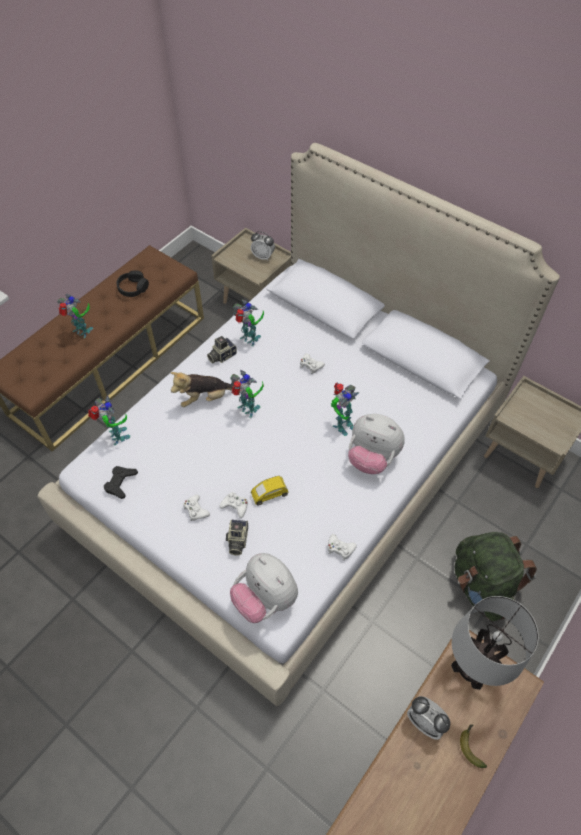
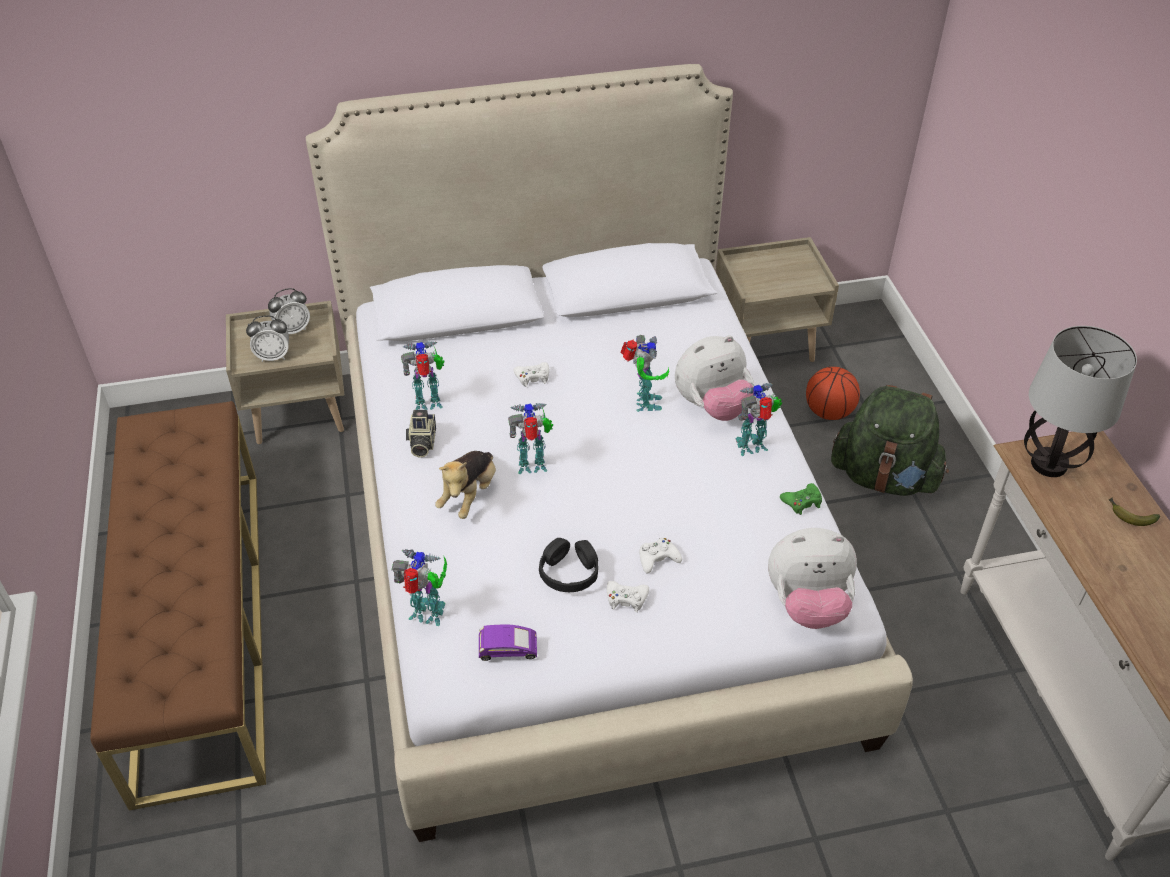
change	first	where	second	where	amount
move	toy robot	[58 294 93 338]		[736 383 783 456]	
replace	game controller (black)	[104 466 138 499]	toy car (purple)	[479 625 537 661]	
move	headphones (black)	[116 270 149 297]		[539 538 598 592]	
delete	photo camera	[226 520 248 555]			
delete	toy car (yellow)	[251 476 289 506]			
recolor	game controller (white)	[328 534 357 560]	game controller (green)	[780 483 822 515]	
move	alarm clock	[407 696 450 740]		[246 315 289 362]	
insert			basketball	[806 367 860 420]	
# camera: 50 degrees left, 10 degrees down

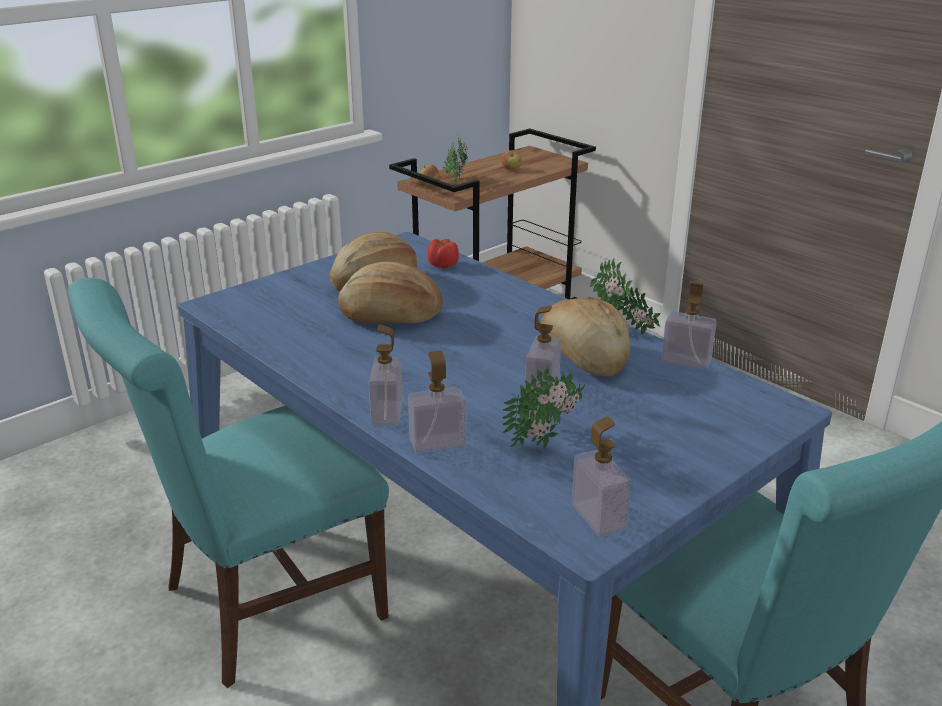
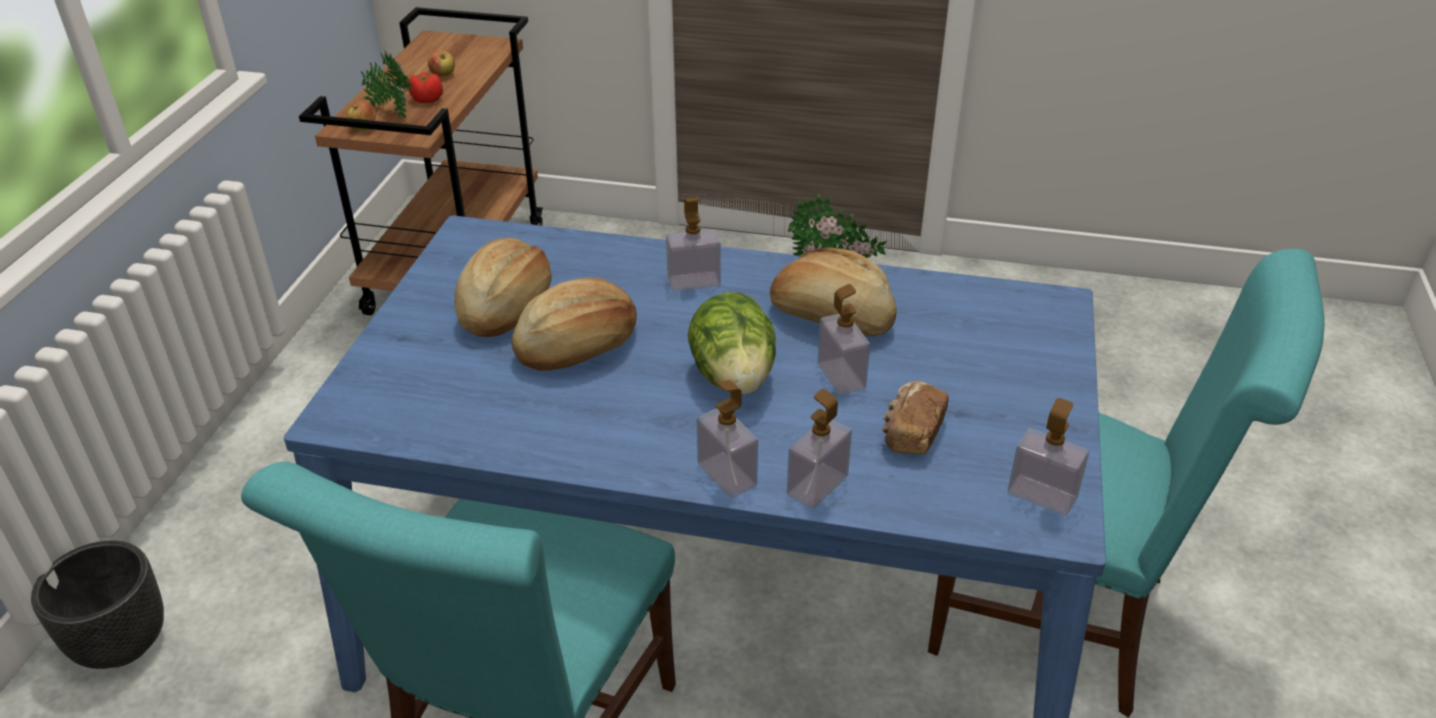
change	first	where	second	where	amount
move	tomato	[428 239 459 268]		[408 72 443 103]	
replace	potted plant	[502 365 585 448]	bread	[882 381 949 455]	
move	soap dispenser	[661 281 717 371]		[666 197 721 291]	
insert			planter (black)	[31 540 164 669]	
insert			lettuce	[688 292 776 395]	
# camera: 35 degrees left, 10 degrees up

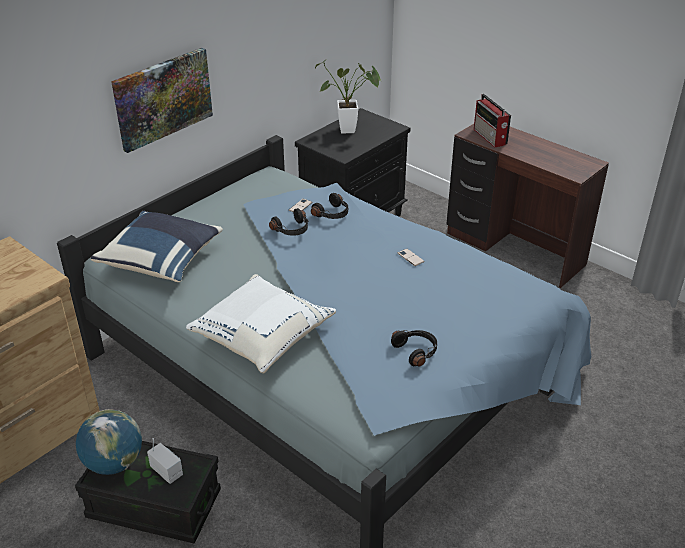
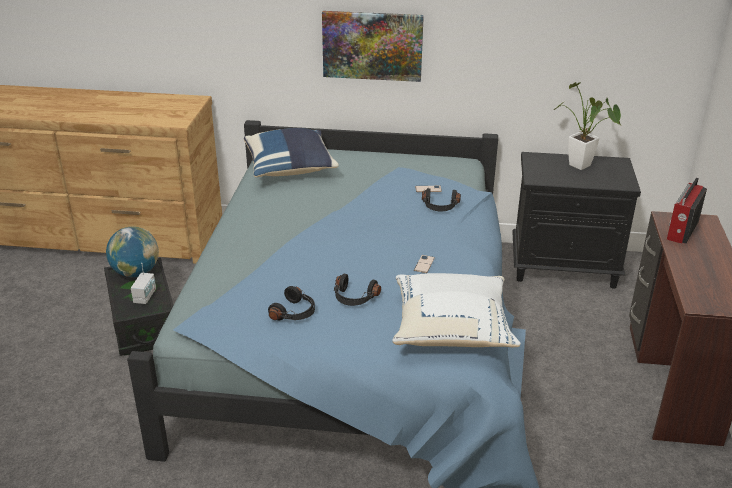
change	first	where	second	where	amount
move	pillow (white)	[186 274 336 373]		[392 273 521 348]	
move	headphones (black)	[269 208 309 236]		[334 274 381 306]	
# camera: 55 degrees right, 5 degrees down

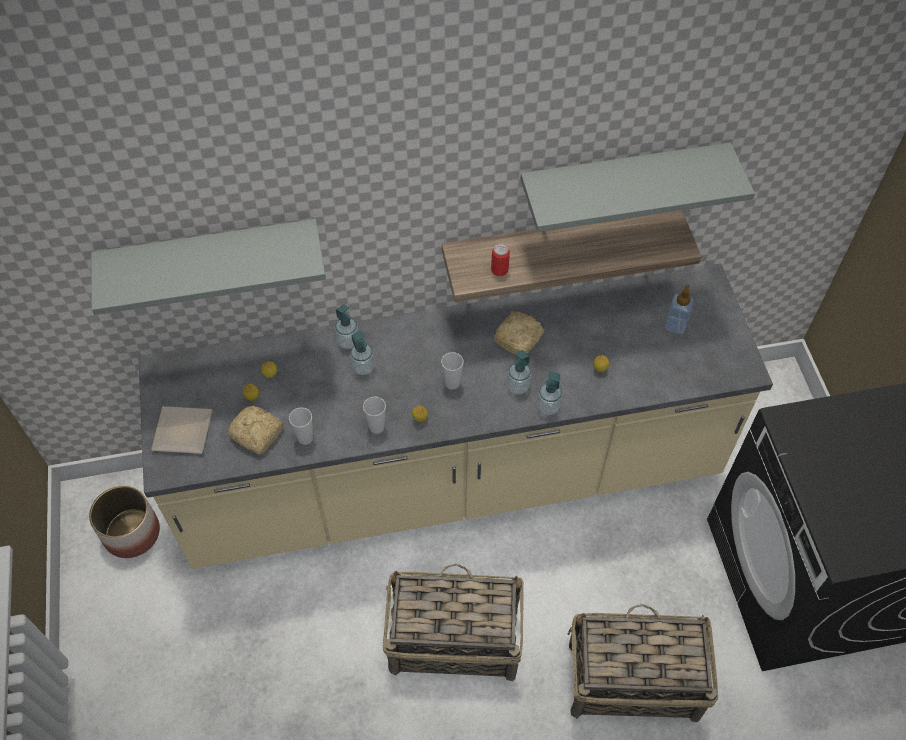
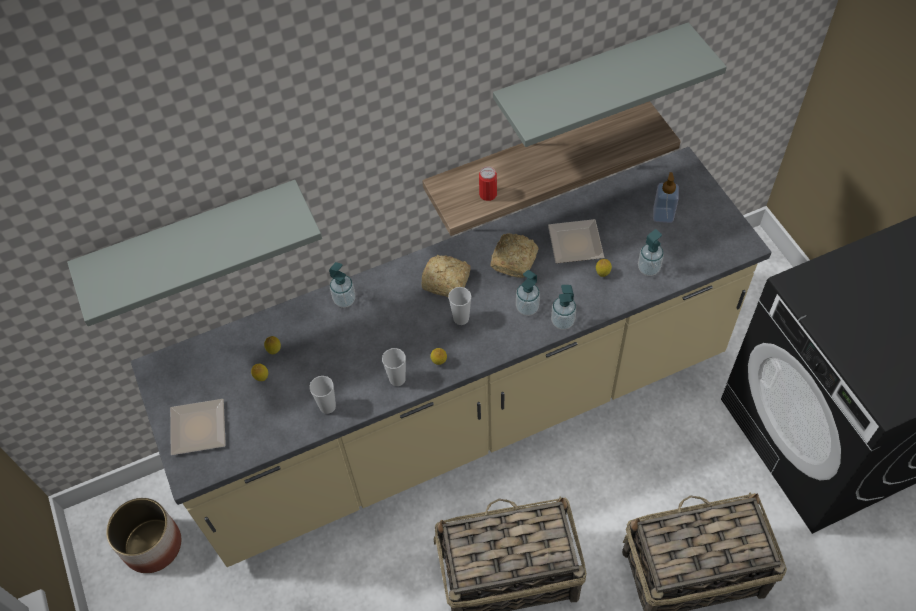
change	first	where	second	where	amount
move	bread	[228 405 284 455]		[421 255 471 297]	
move	soap dispenser	[350 330 375 375]		[638 229 664 276]	
insert			plate	[548 219 604 263]	
# camera: 10 degrees left, 0 degrees up

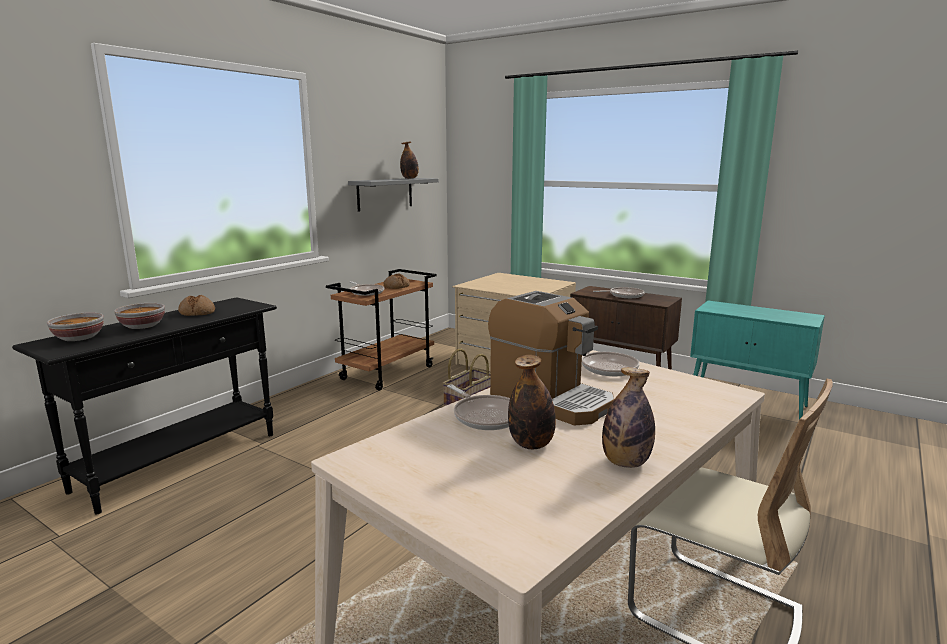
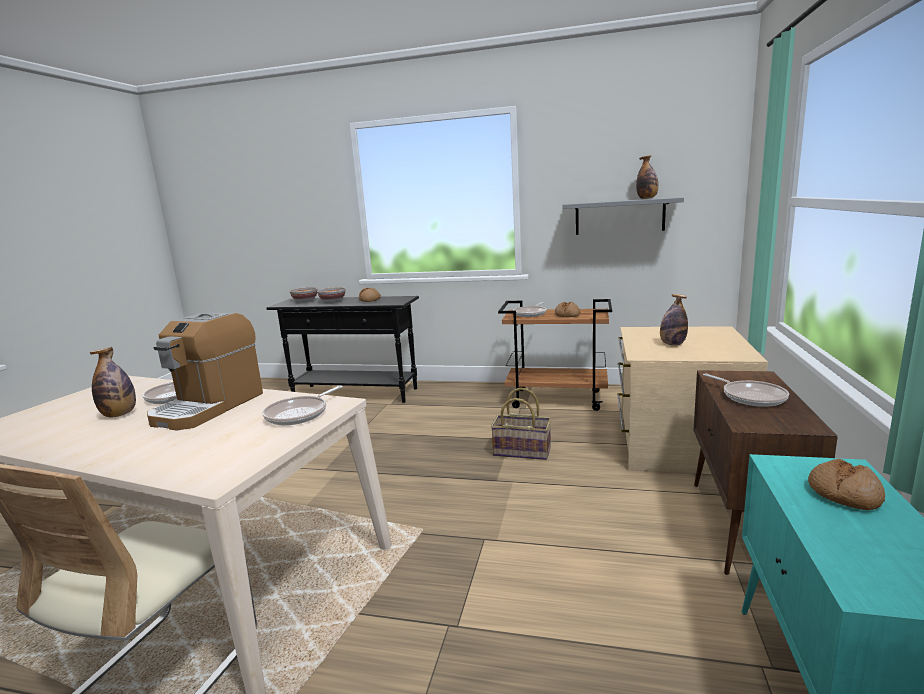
change	first	where	second	where	amount
move	bottle	[602 367 655 468]		[660 294 688 346]	
insert			bread	[808 459 885 510]	
# camera: 70 degrees right, 0 degrees up

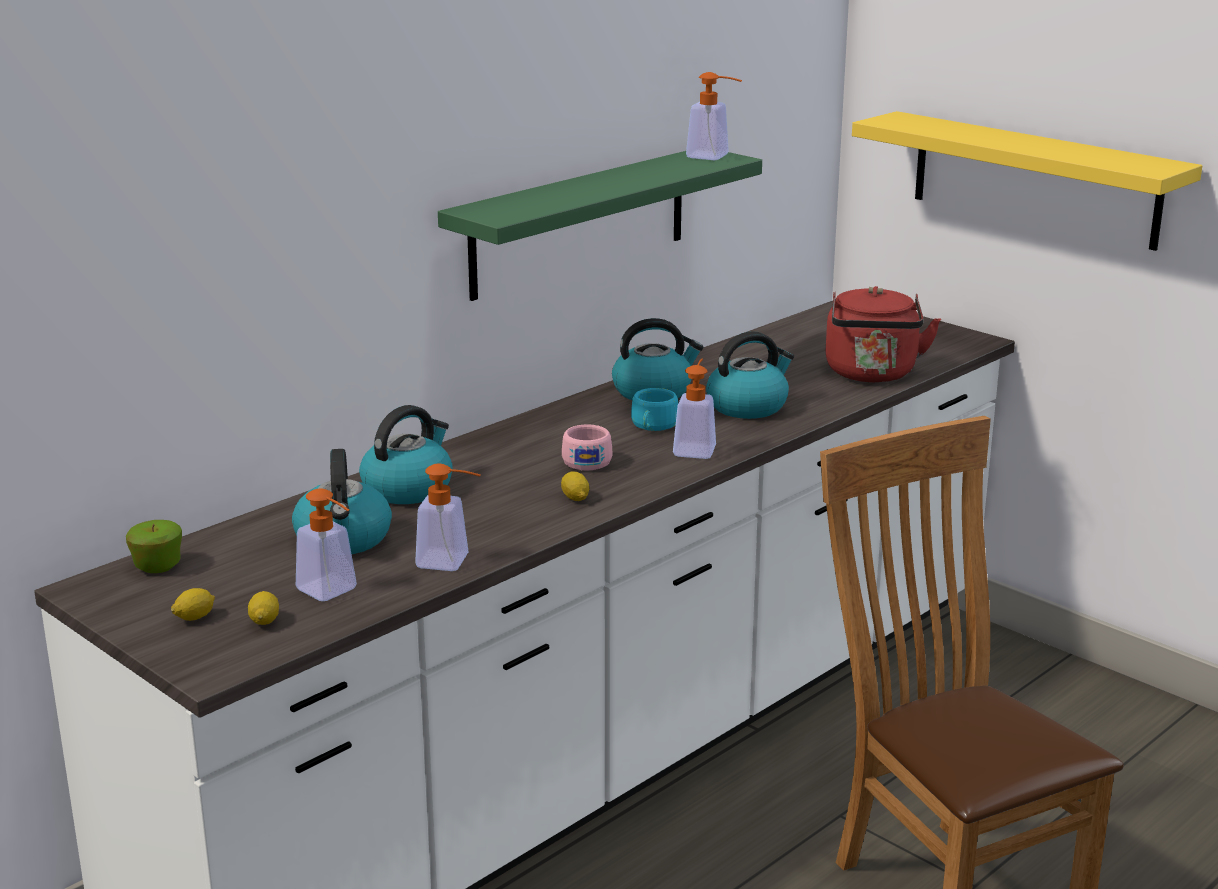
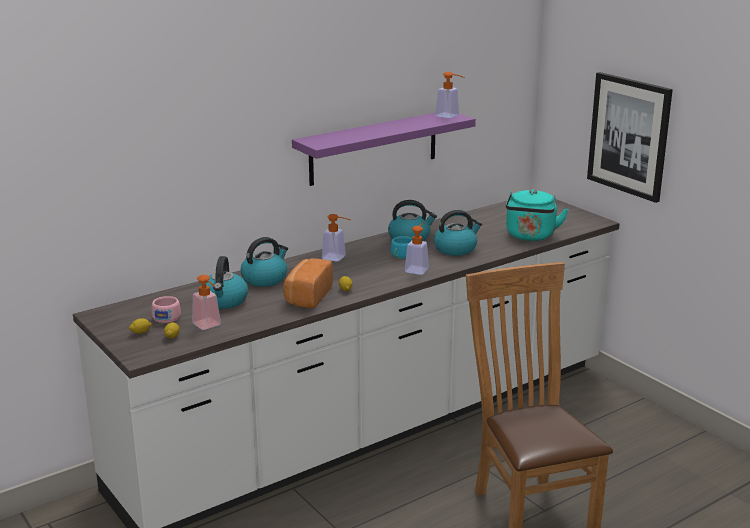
change	first	where	second	where	amount
delete	apple	[126 520 182 573]			
move	soap dispenser	[415 464 481 571]		[322 214 351 262]	
recolor	shelf (green)	[438 151 762 301]	shelf (purple)	[292 113 476 186]	
move	cup (pink)	[562 424 612 470]		[152 296 181 323]	
recolor	kettle (red)	[826 286 941 382]	kettle (turquoise)	[506 189 568 241]	
replace	shelf (yellow)	[852 111 1202 251]	picture	[587 72 673 203]	
insert			bread	[283 259 333 308]	
# camera: 10 degrees right, 0 degrees up

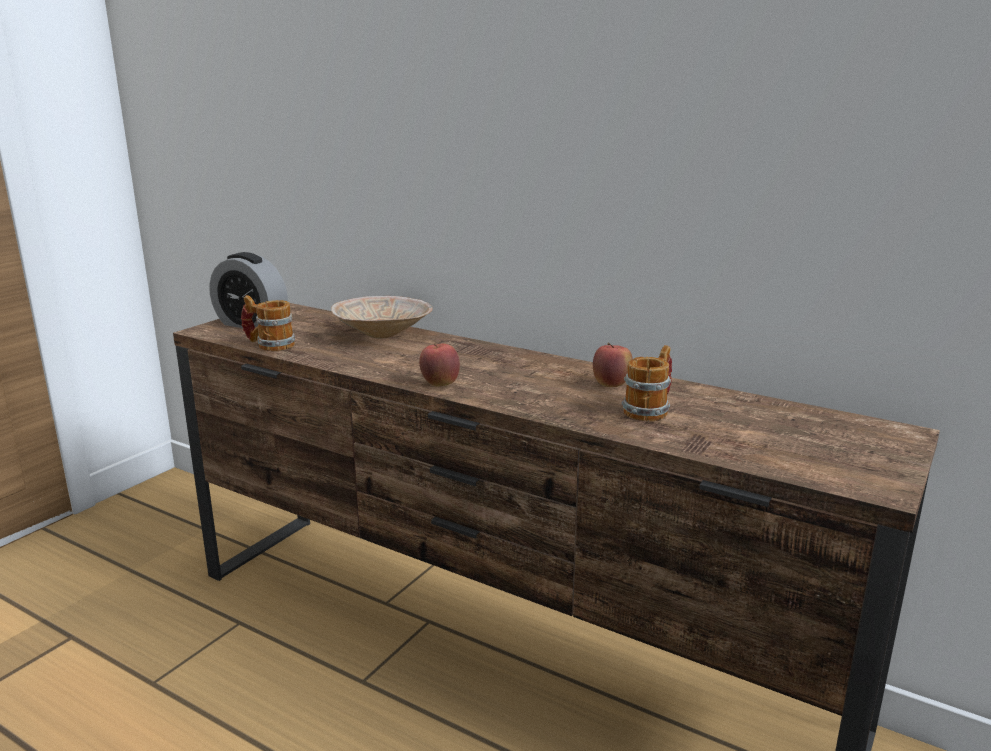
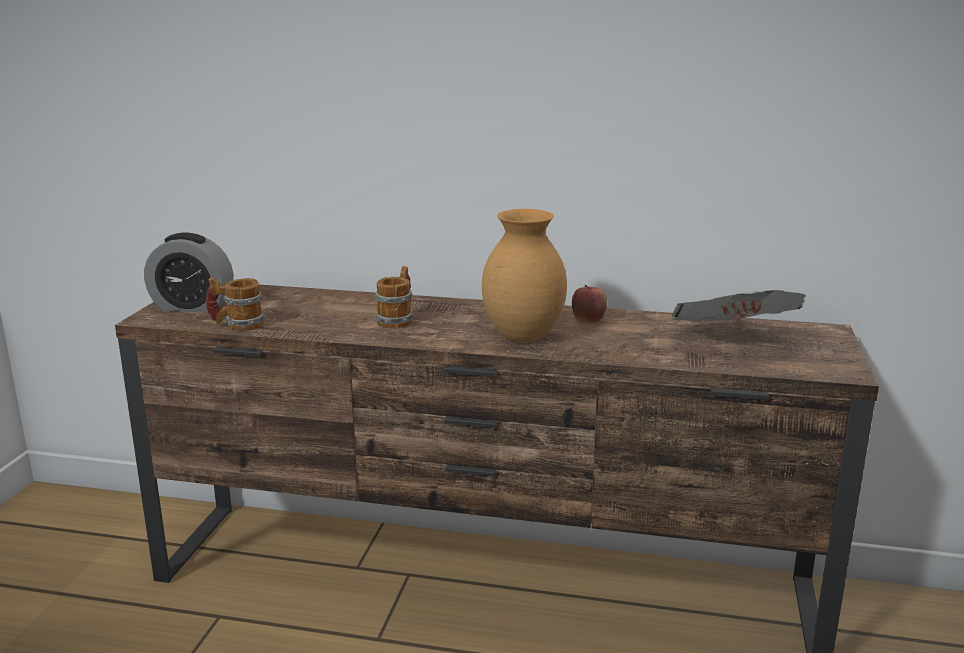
change	first	where	second	where	amount
delete	bowl (beige)	[331 296 433 339]			
delete	apple	[419 343 460 386]			
move	mug	[622 345 672 421]		[375 266 414 328]	
insert			vase (brown)	[482 209 567 342]	
insert			newspaper	[672 290 806 321]	
# camera: 20 degrees left, 0 degrees up

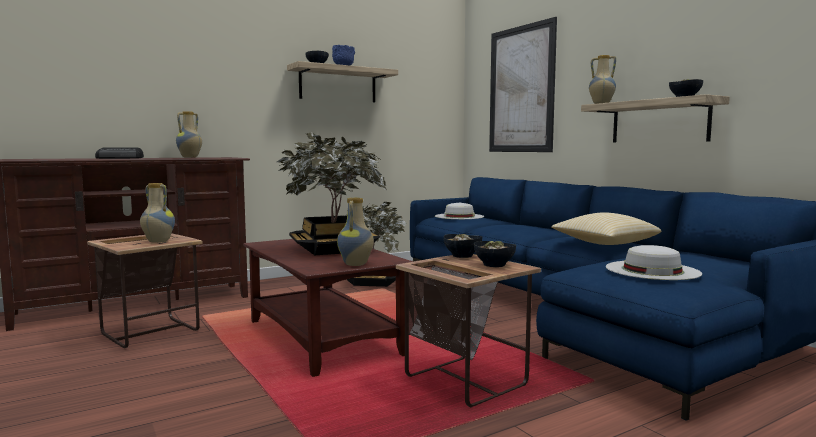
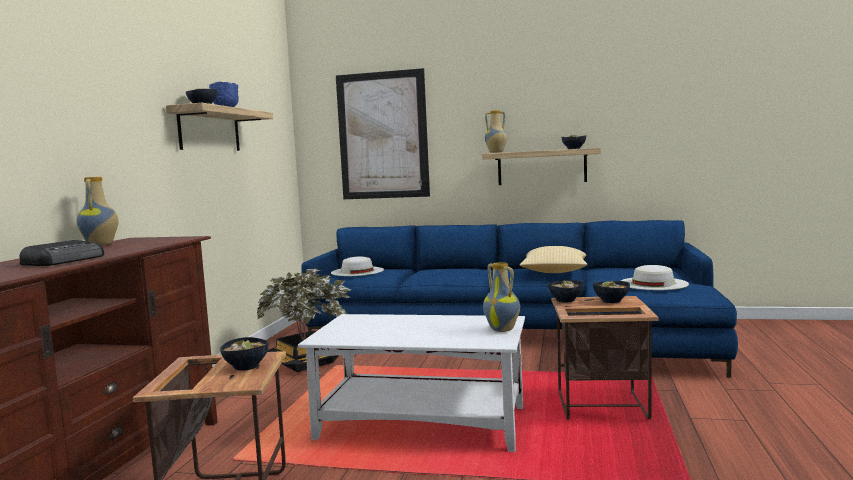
change	first	where	second	where	amount
replace	vase	[140 183 175 243]	bowl	[220 337 269 371]	
recolor	coffee table (brown)	[243 239 413 377]	coffee table (white)	[298 314 525 452]	
delete	potted plant	[277 132 387 255]			
# camera: 45 degrees left, 0 degrees up

